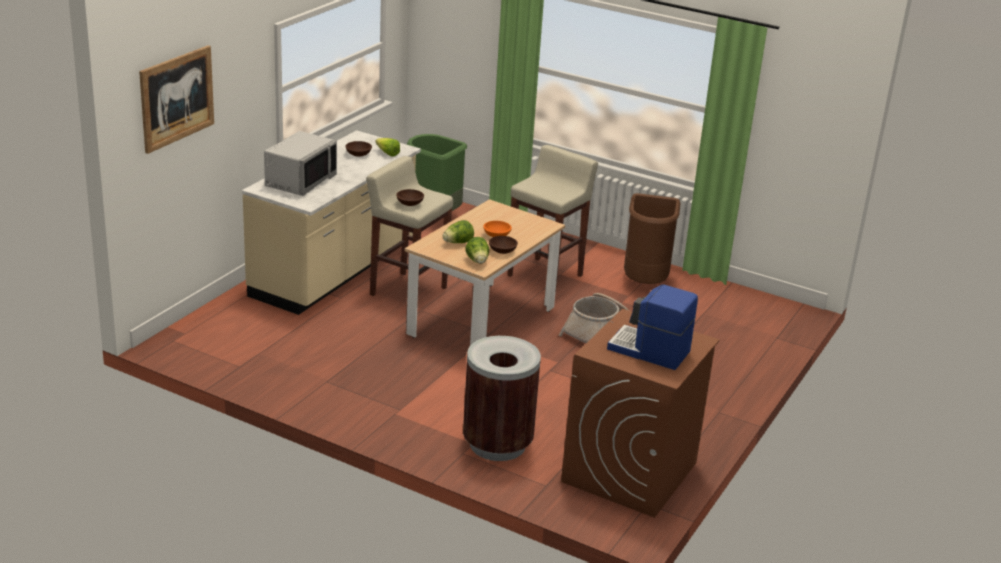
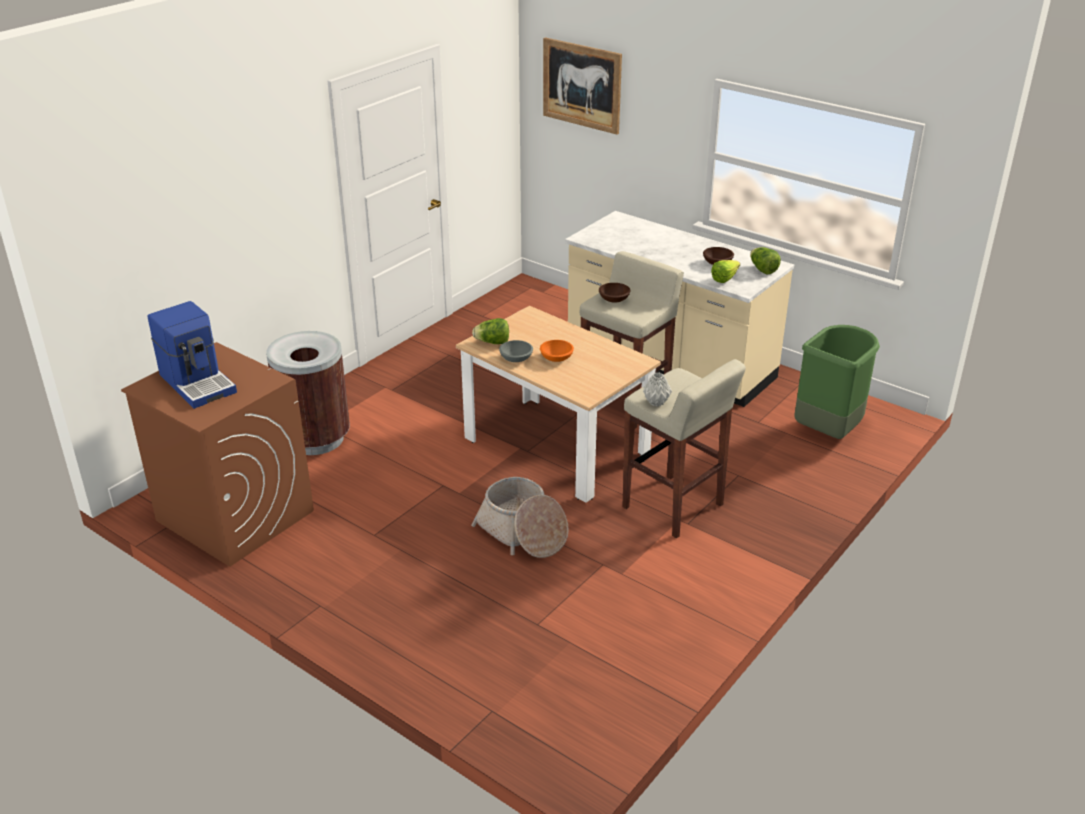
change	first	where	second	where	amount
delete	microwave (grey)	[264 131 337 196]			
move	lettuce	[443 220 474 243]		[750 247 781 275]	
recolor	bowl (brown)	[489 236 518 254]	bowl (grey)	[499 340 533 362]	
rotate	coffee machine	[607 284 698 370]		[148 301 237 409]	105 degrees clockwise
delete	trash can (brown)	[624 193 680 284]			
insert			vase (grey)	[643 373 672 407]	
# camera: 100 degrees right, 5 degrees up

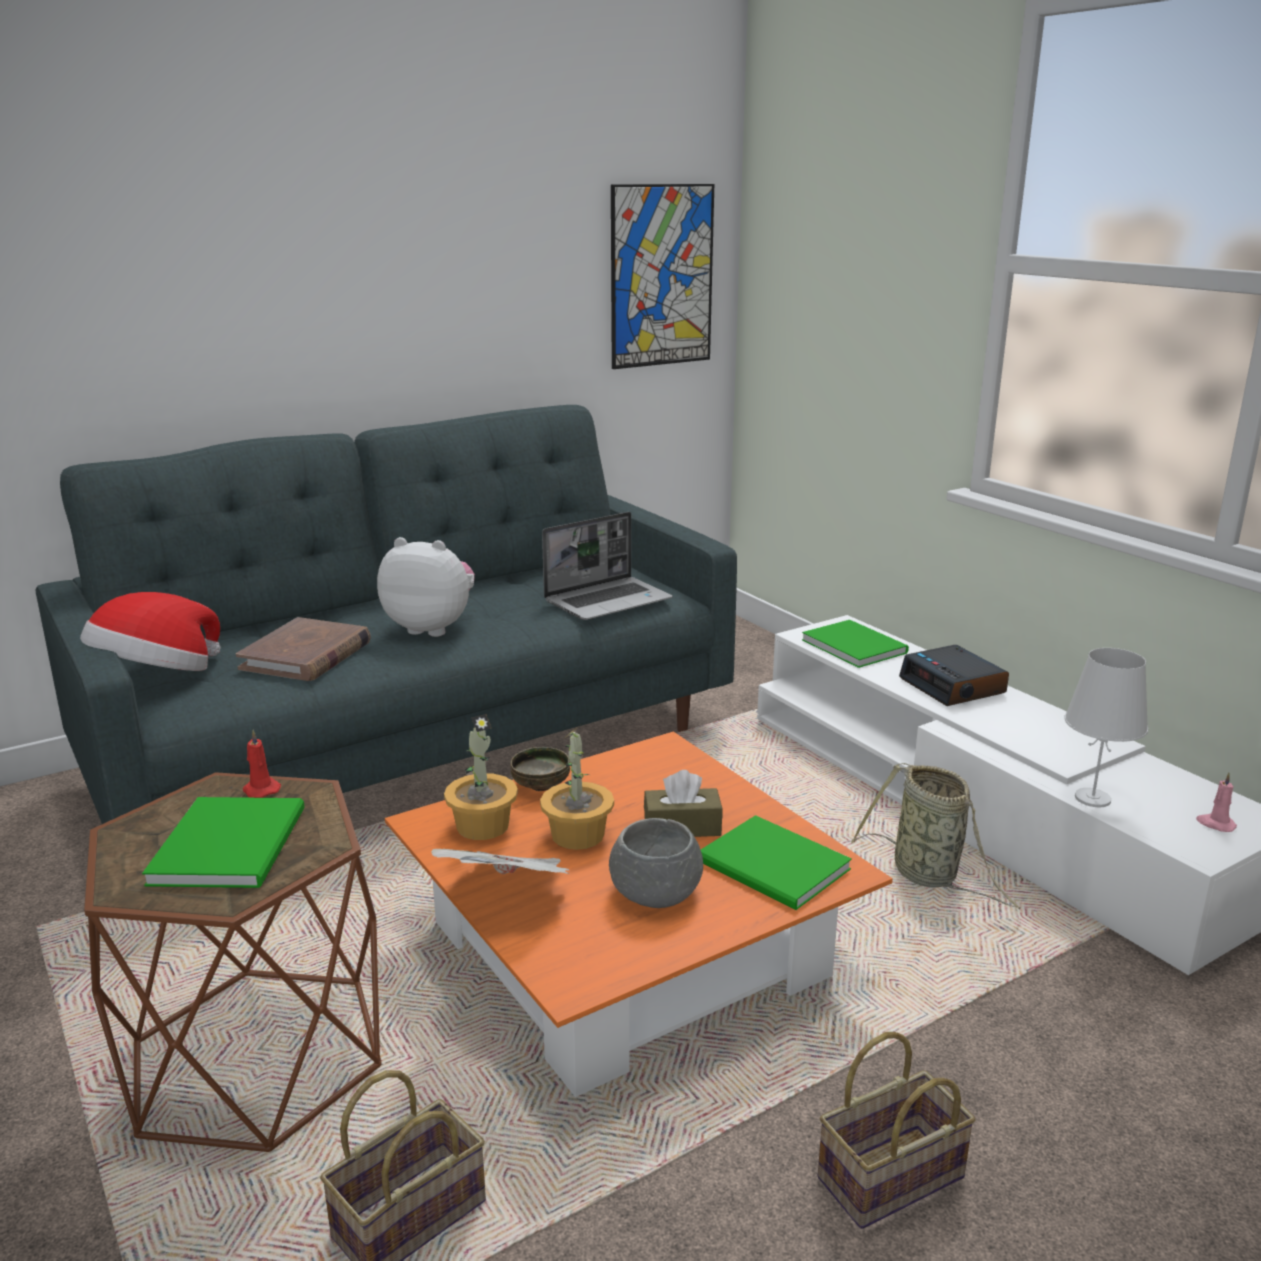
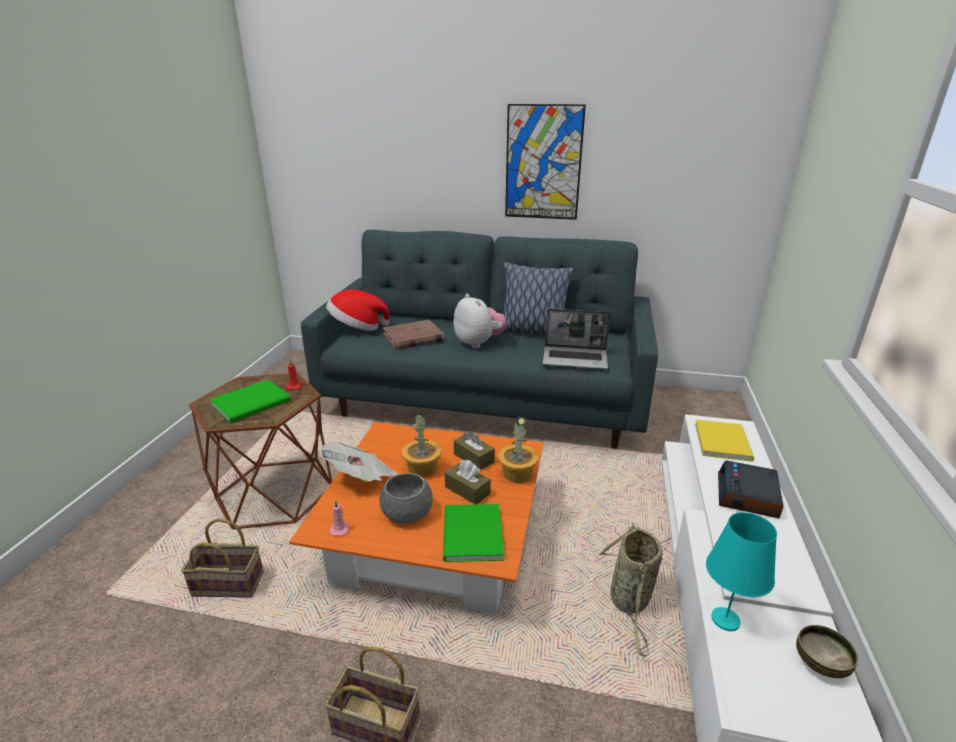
change	first	where	second	where	amount
move	potted plant	[444 714 518 840]		[498 417 538 483]	
move	bowl	[510 747 570 791]		[796 625 858 678]	
move	picture	[611 184 714 369]		[505 104 586 220]	
recolor	book (green)	[802 620 909 668]	book (yellow)	[695 420 754 462]	
recolor	table lamp (white)	[1064 648 1148 807]	table lamp (turquoise)	[706 512 777 631]	
move	candle (pink)	[1196 773 1237 832]		[329 500 349 536]	
insert			tissue box (brown)	[454 431 495 470]	
insert			pillow	[502 262 573 336]	
# camera: 45 degrees right, 5 degrees up

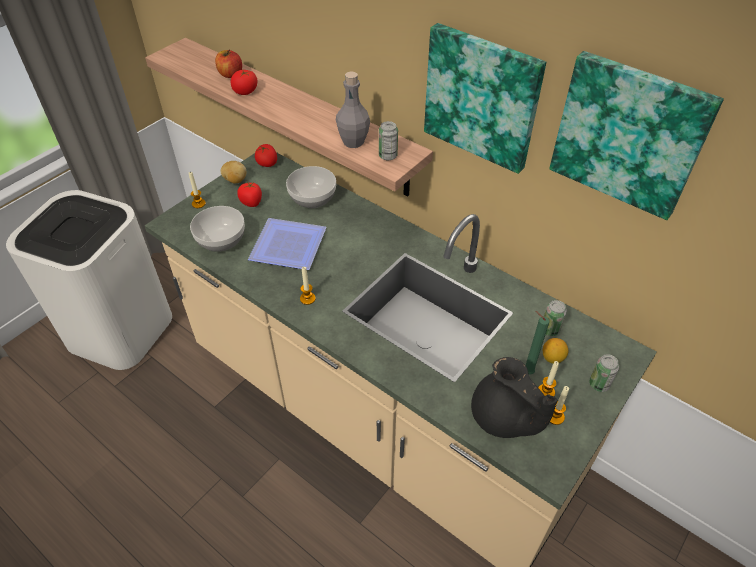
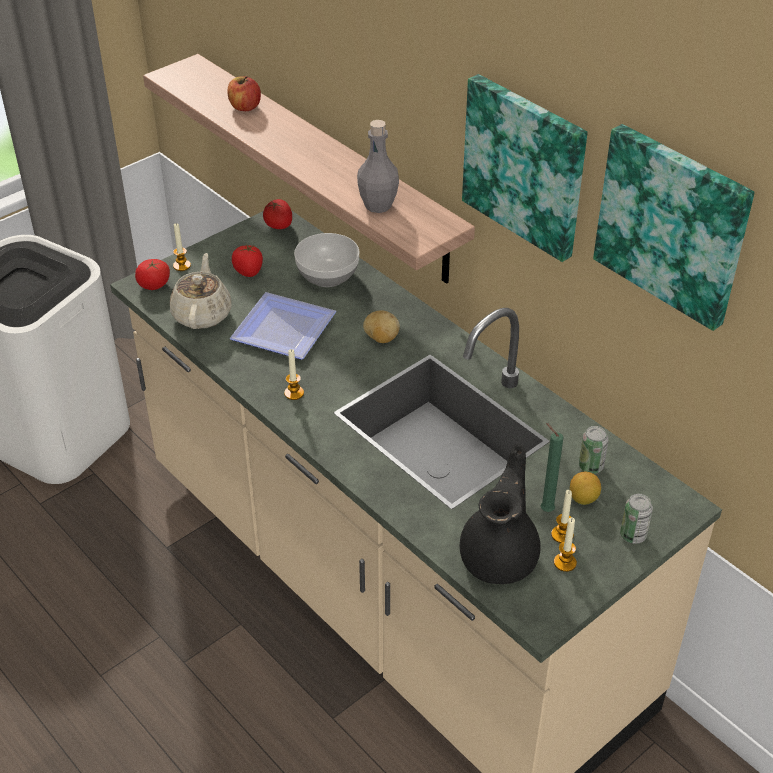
change	first	where	second	where	amount
replace	bowl	[190 206 245 252]	teapot (beige)	[170 253 232 329]	
move	potato	[221 161 246 183]		[363 310 400 343]	
move	tomato	[231 70 257 95]		[135 259 170 290]	
delete	can	[379 121 398 160]			
rotate	teapot (black)	[471 357 558 438]		[460 443 541 584]	135 degrees counterclockwise
# camera: 10 degrees right, 5 degrees down

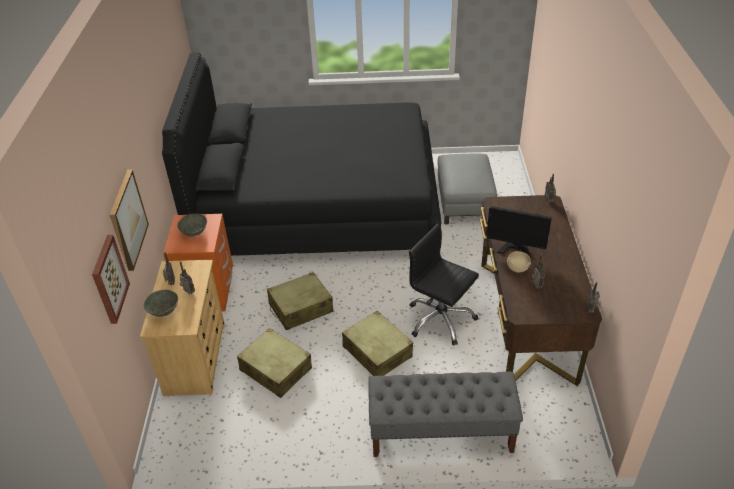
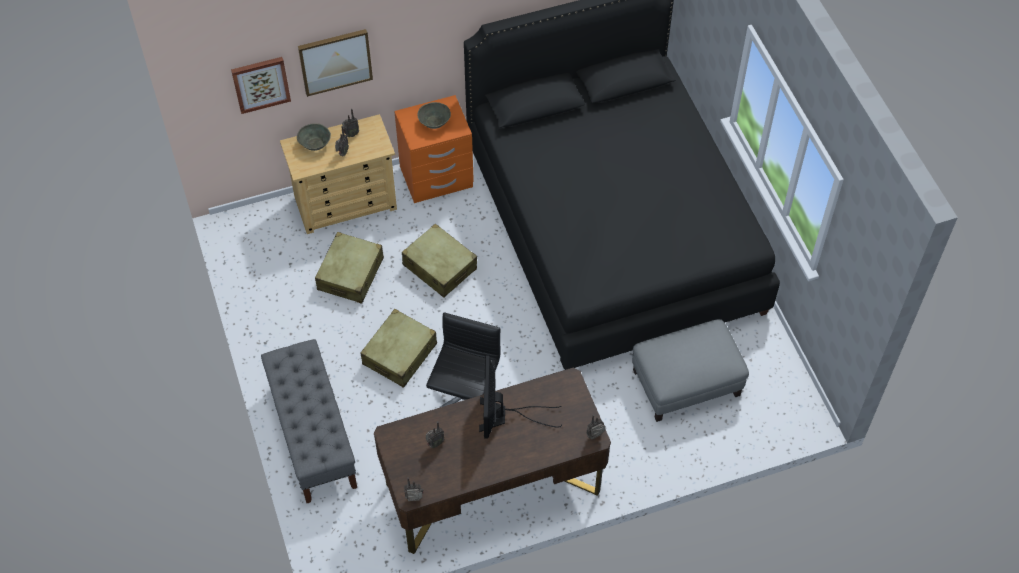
change	first	where	second	where	amount
delete	bowl (beige)	[507 251 531 273]			
# camera: 70 degrees right, 15 degrees up

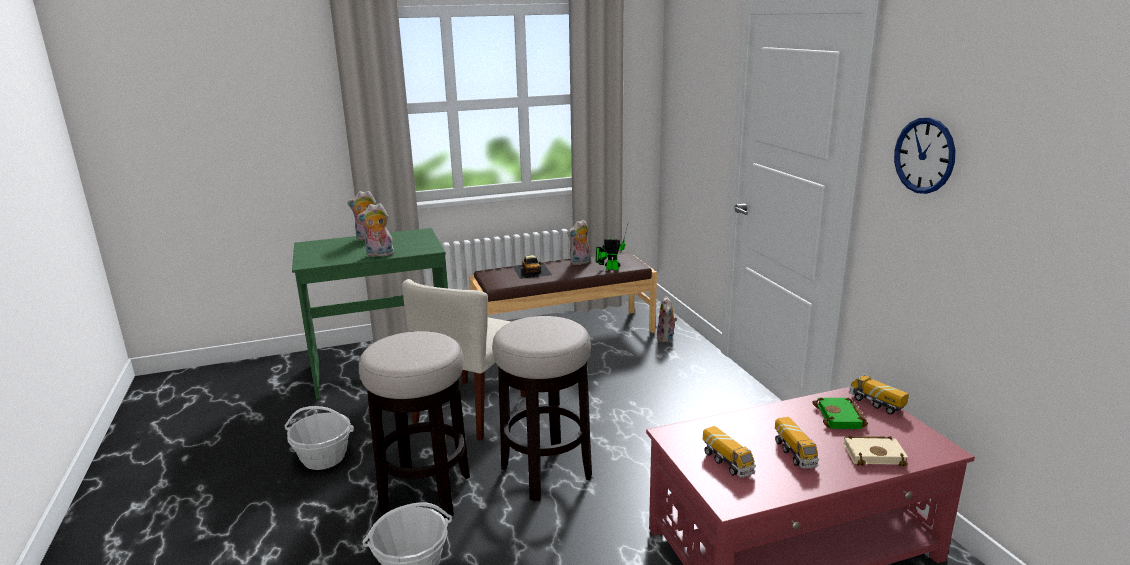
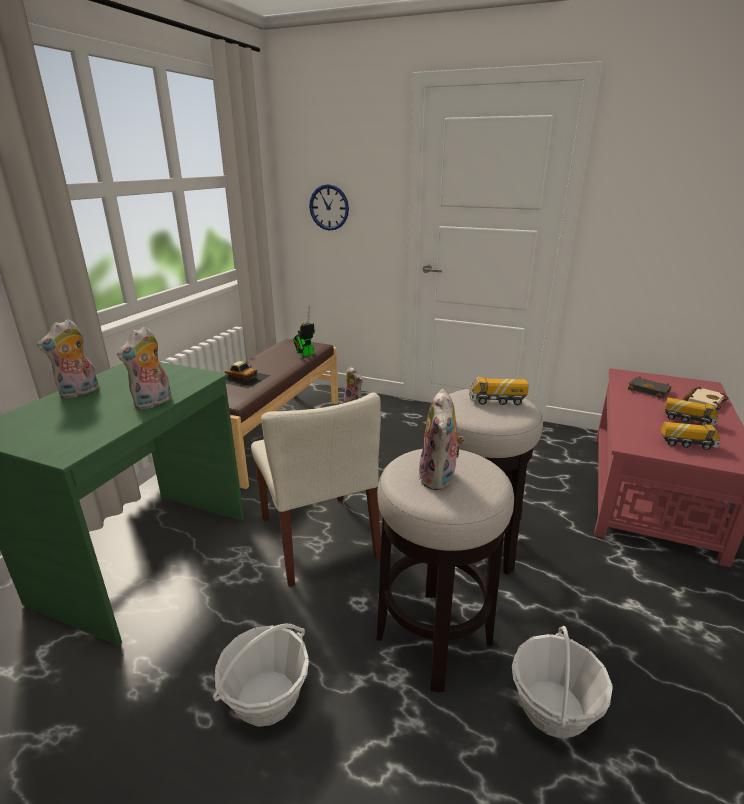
change	first	where	second	where	amount
move	plush toy	[567 220 591 265]		[418 389 465 490]	
recolor	book (green)	[813 398 868 429]	book (black)	[627 377 672 398]	
move	toy truck	[849 375 909 415]		[469 377 529 405]	
move	wall clock	[894 117 955 194]		[309 184 349 231]	
# camera: 50 degrees left, 5 degrees up

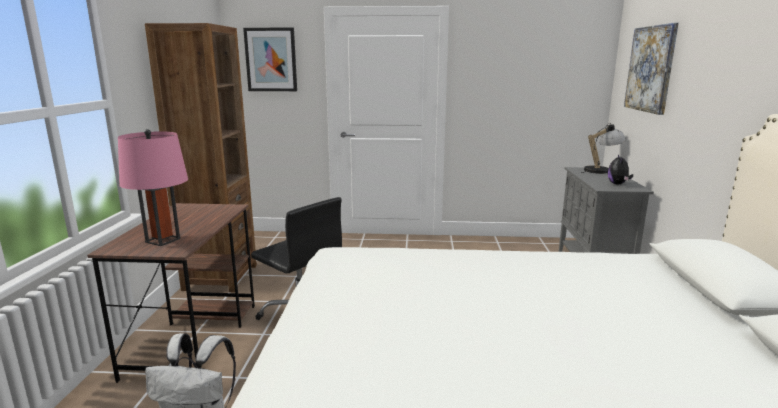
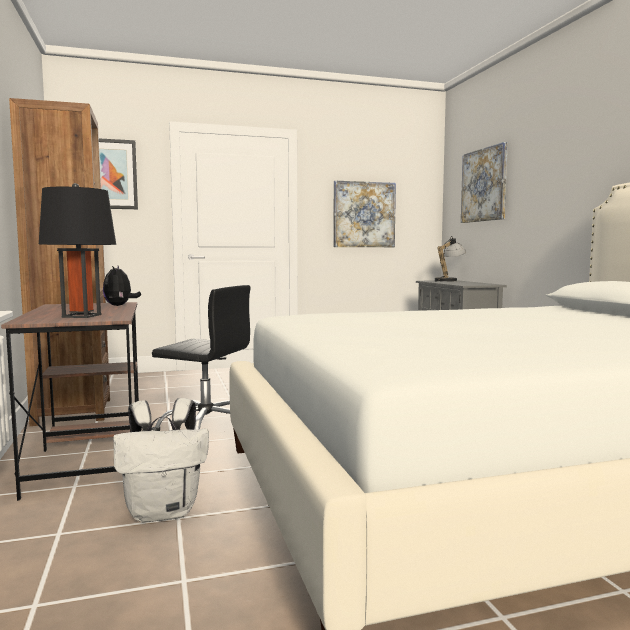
change	first	where	second	where	amount
recolor	table lamp (pink)	[118 129 188 246]	table lamp (black)	[39 183 117 318]	
move	plush toy	[608 155 633 184]		[103 266 141 306]	
insert			picture	[333 181 396 247]	
# camera: 20 degrees left, 10 degrees down

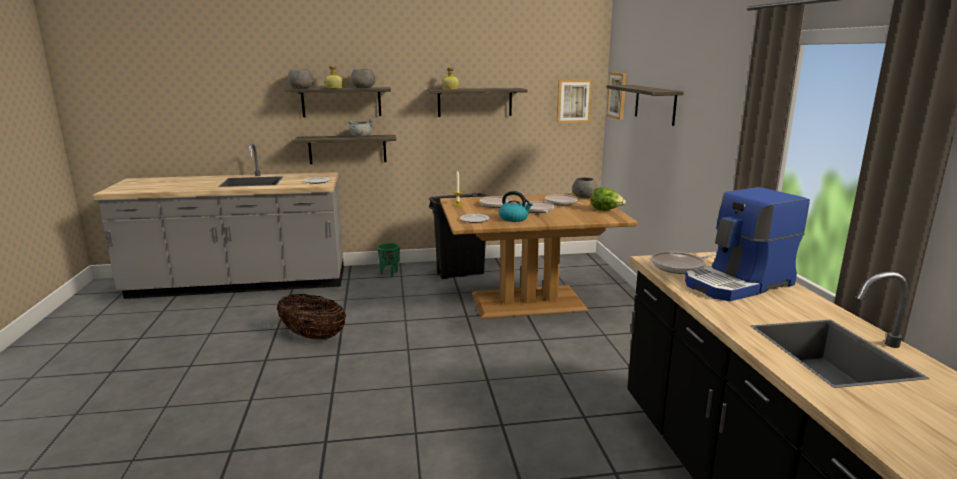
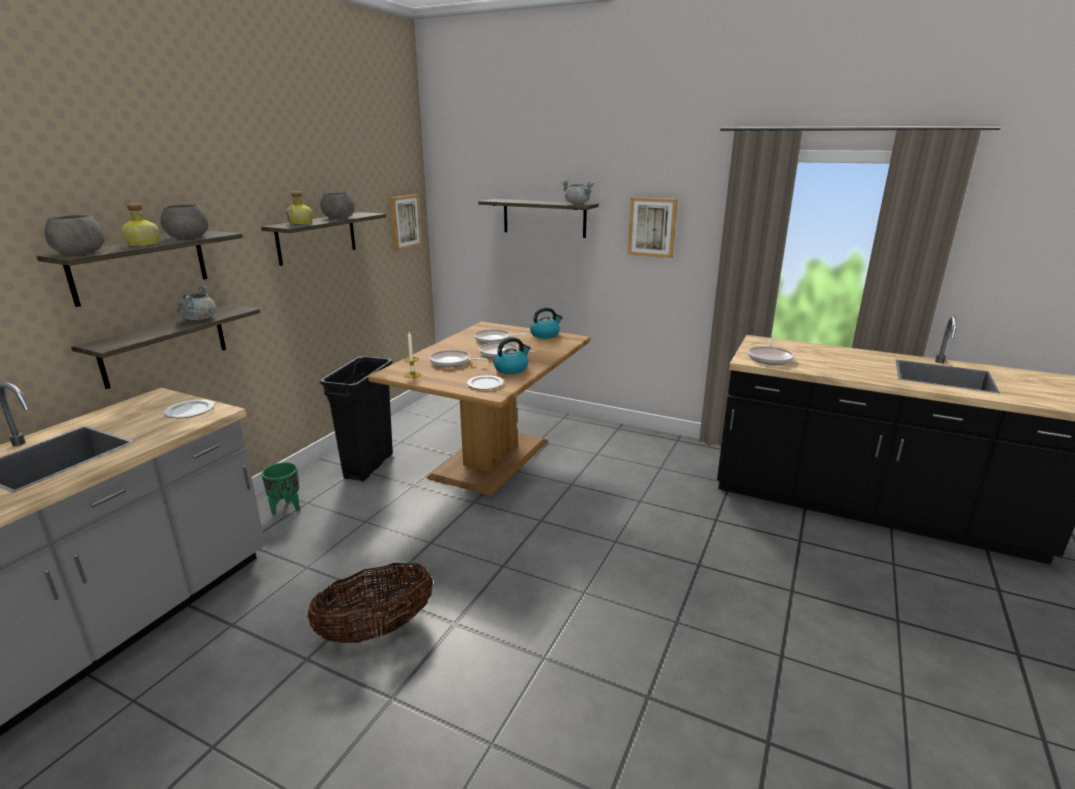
change	first	where	second	where	amount
move	bowl (grey)	[572 177 597 198]		[320 192 354 219]	
replace	lettuce	[591 187 625 211]	kettle	[530 307 563 339]	
move	picture	[607 72 627 120]		[628 197 678 258]	
delete	coffee machine	[685 187 810 301]			
insert			cooking pot (grey)	[562 180 594 204]	
# camera: 55 degrees left, 5 degrees up

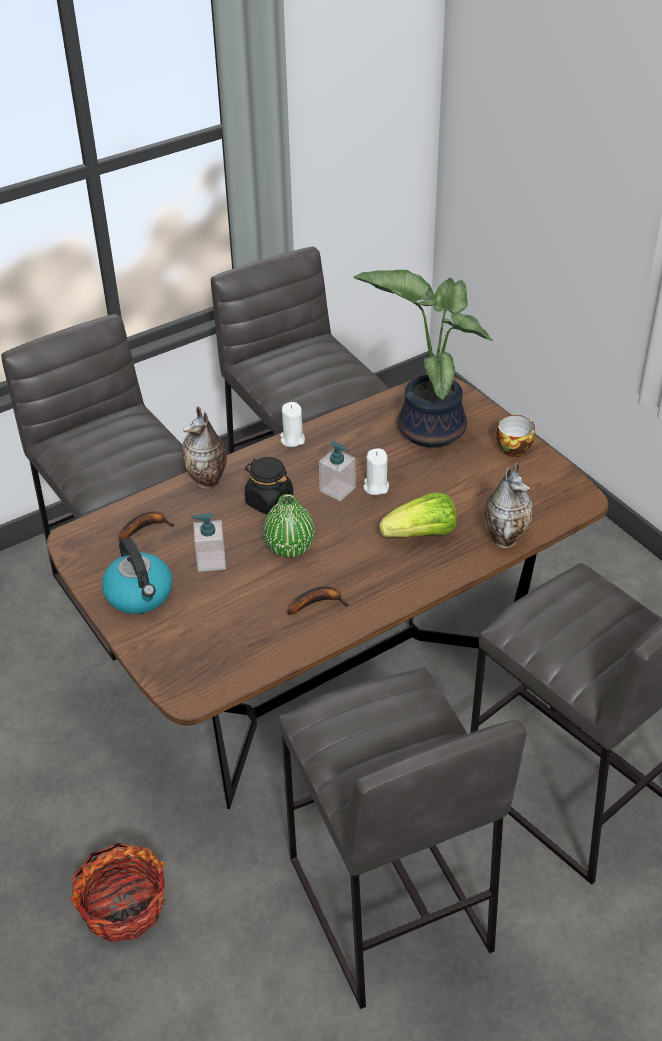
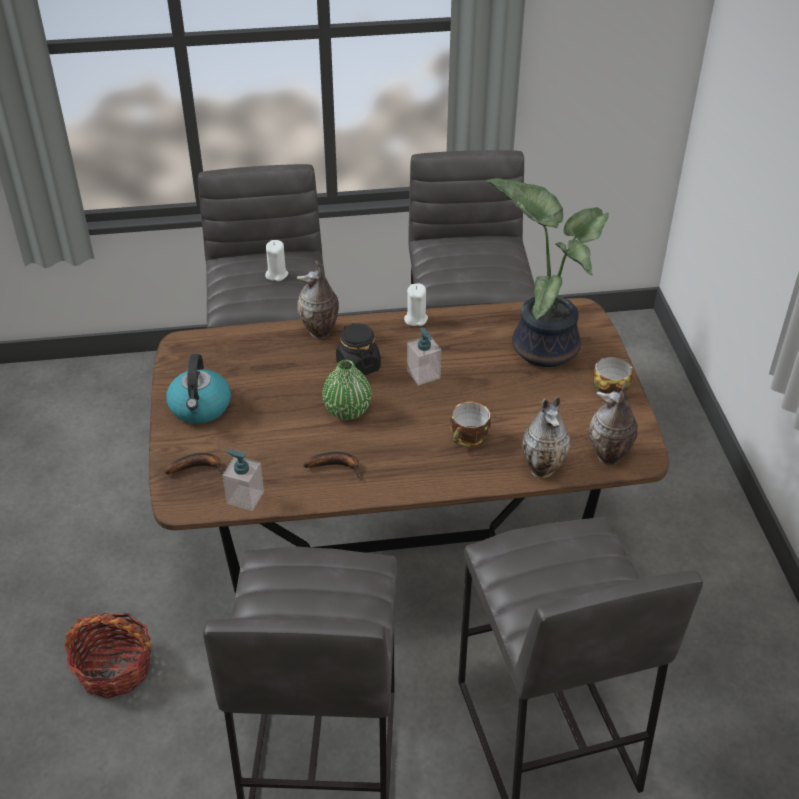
change	first	where	second	where	amount
move	banana	[118 511 174 542]		[165 453 224 475]	
move	soap dispenser	[191 513 226 572]		[223 450 264 511]	
move	candle (white)	[363 448 389 495]		[265 240 288 281]	
replace	lettuce	[379 492 457 537]	cup	[450 402 491 447]	
insert			vase	[590 382 638 465]	
# camera: 25 degrees right, 0 degrees up

